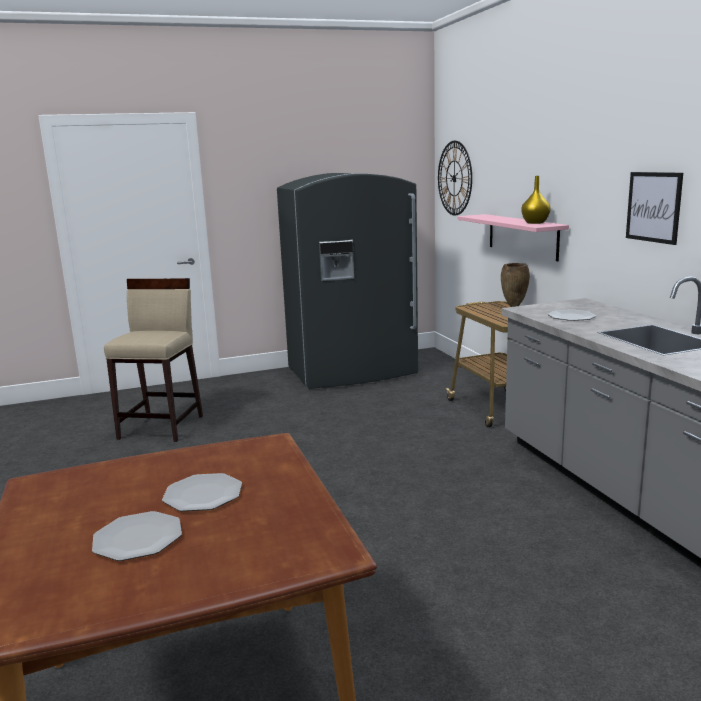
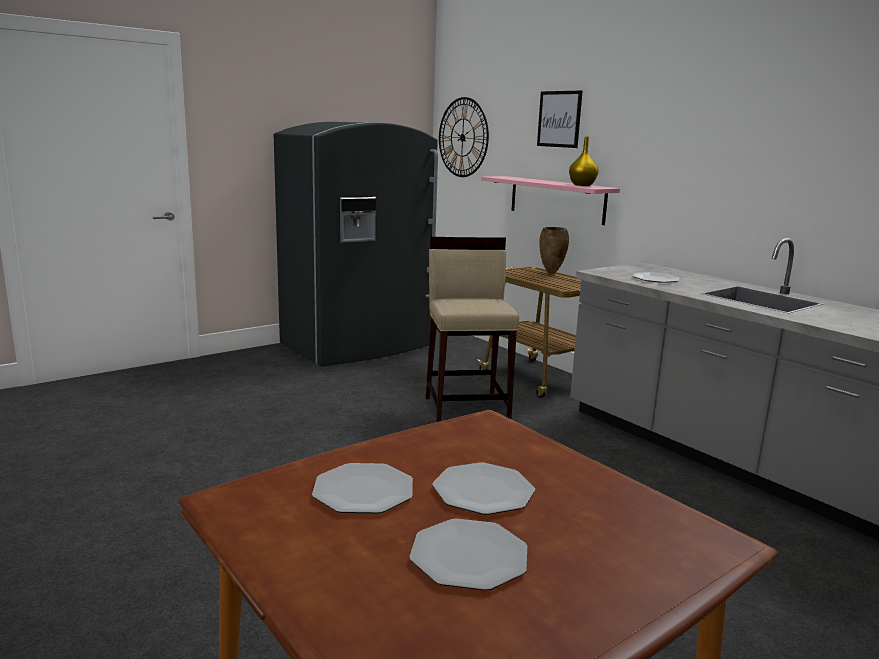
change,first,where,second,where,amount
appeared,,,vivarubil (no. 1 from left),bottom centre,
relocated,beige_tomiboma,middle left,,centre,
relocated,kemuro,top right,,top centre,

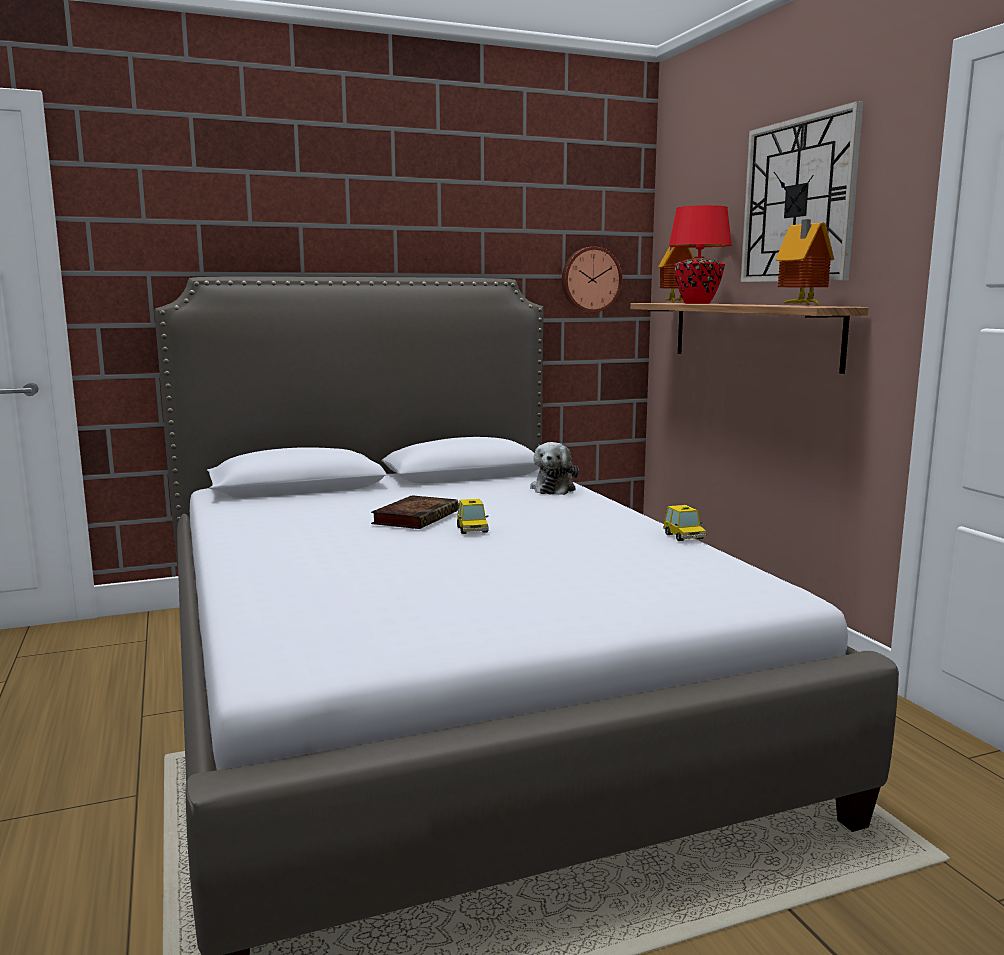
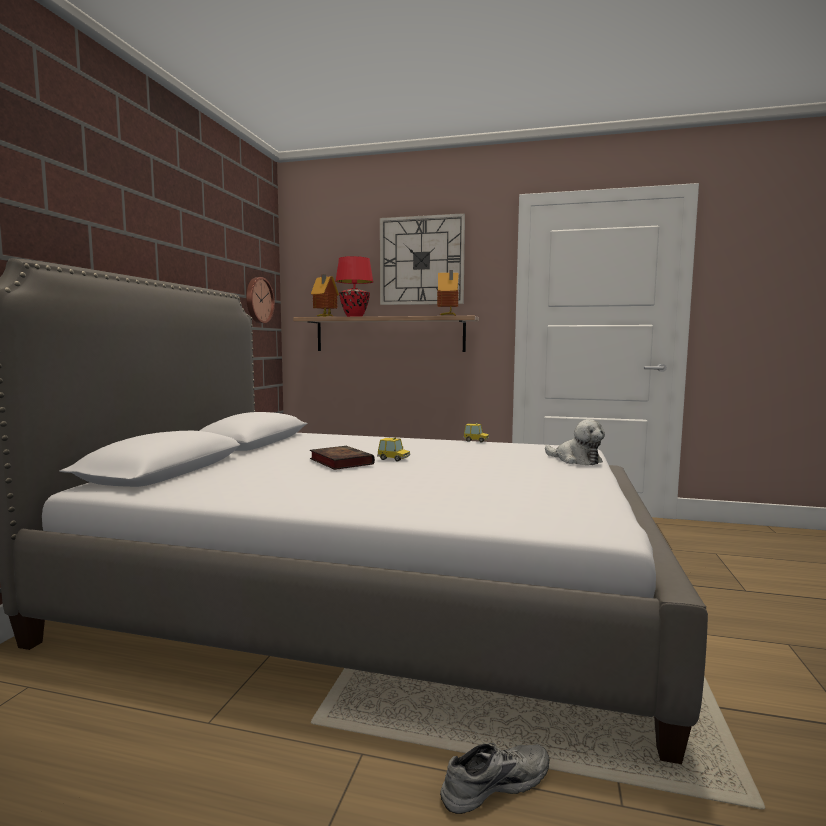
change,first,where,second,where,amount
appeared,,,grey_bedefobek,bottom centre,
relocated,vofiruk,centre,,middle right,

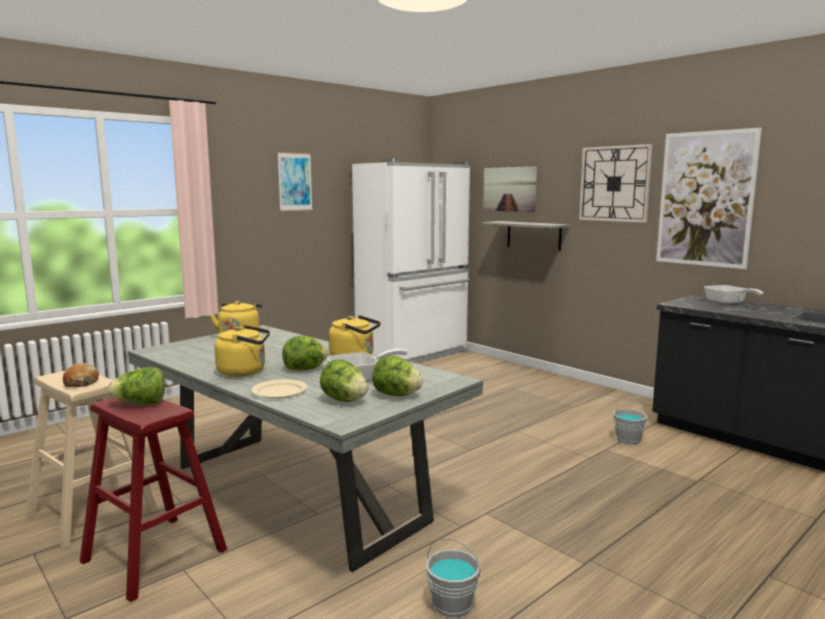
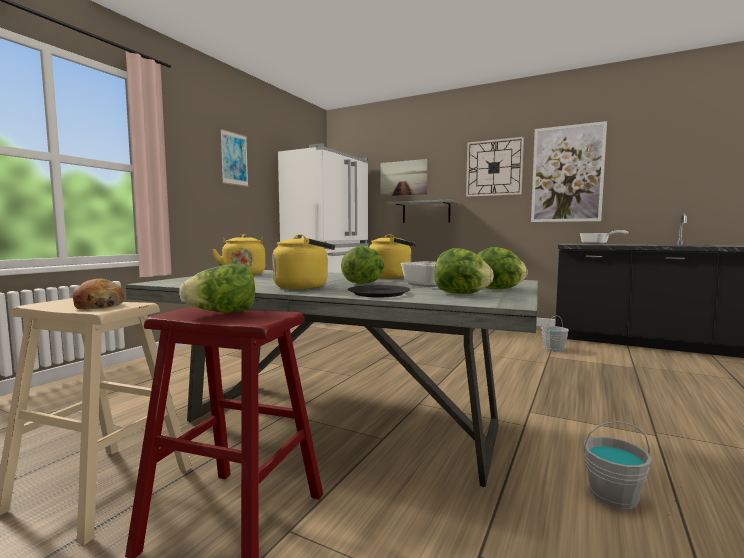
change,first,where,second,where,amount
colour,beige_vivarubil,centre,black_vivarubil,centre,

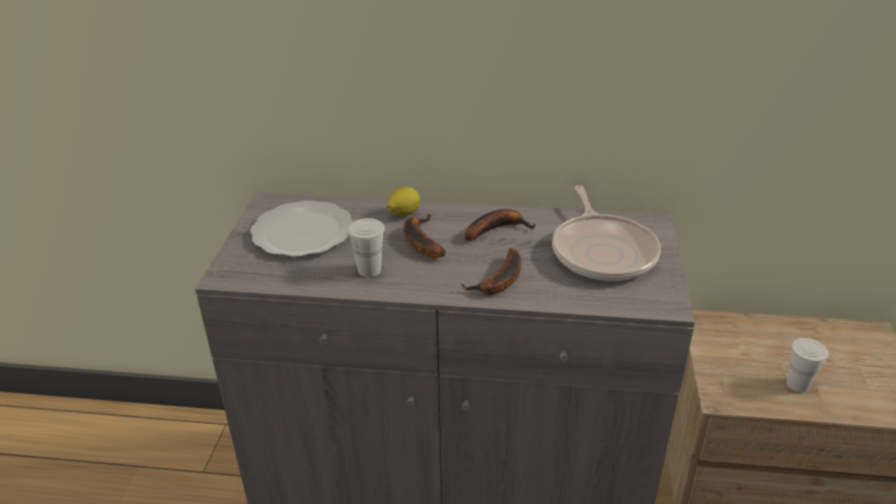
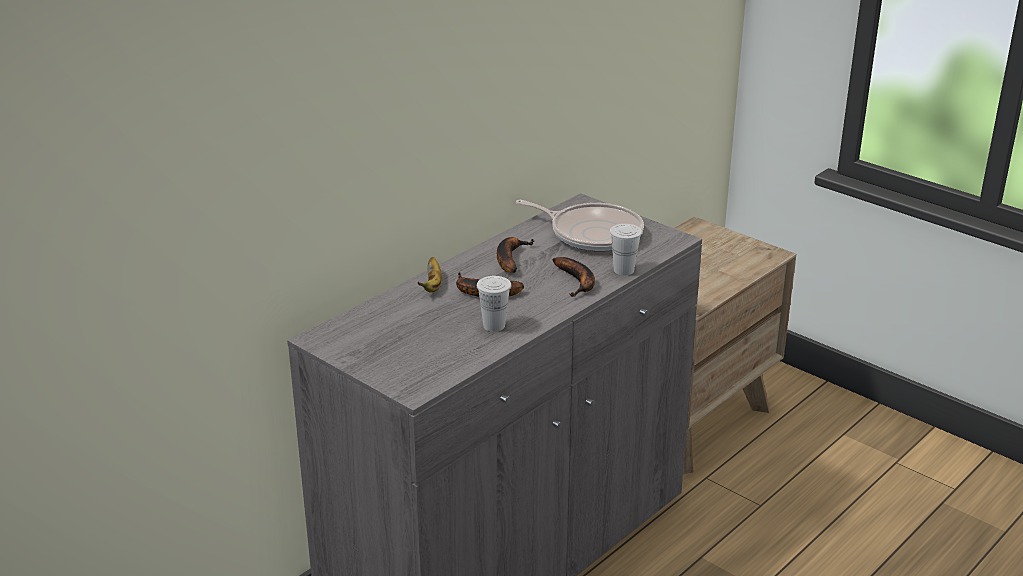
change,first,where,second,where,amount
exchanged,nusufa,centre,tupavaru (no. 1 from left),centre,
relocated,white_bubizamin (no. 2 from left),bottom right,,centre,
missing,vivarubil,centre,,,

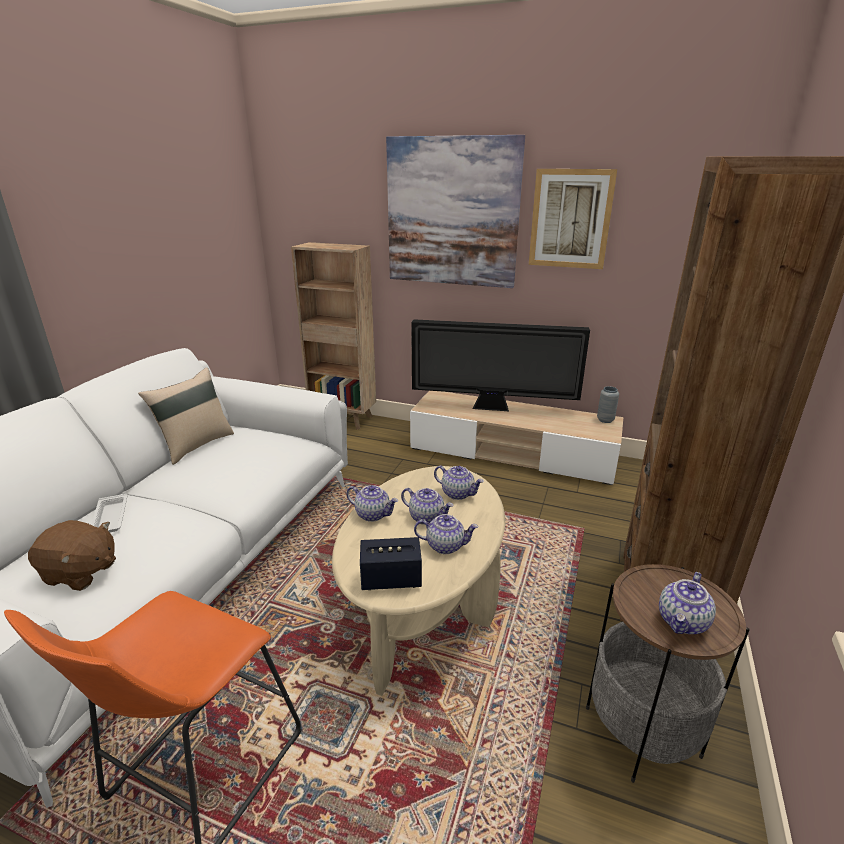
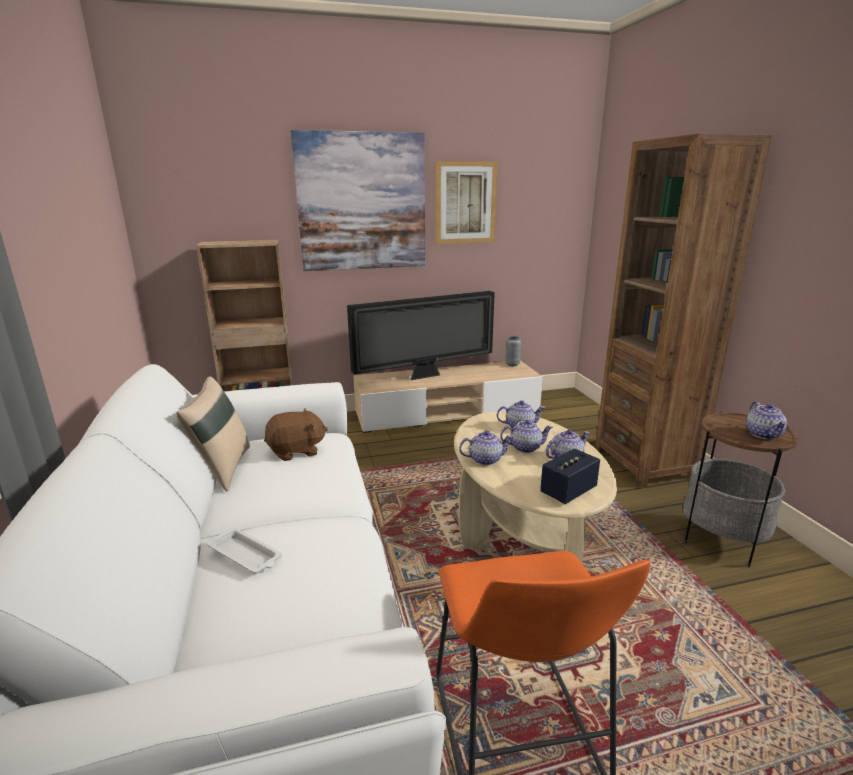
change,first,where,second,where,amount
relocated,brown_vofiruk,middle left,,centre,

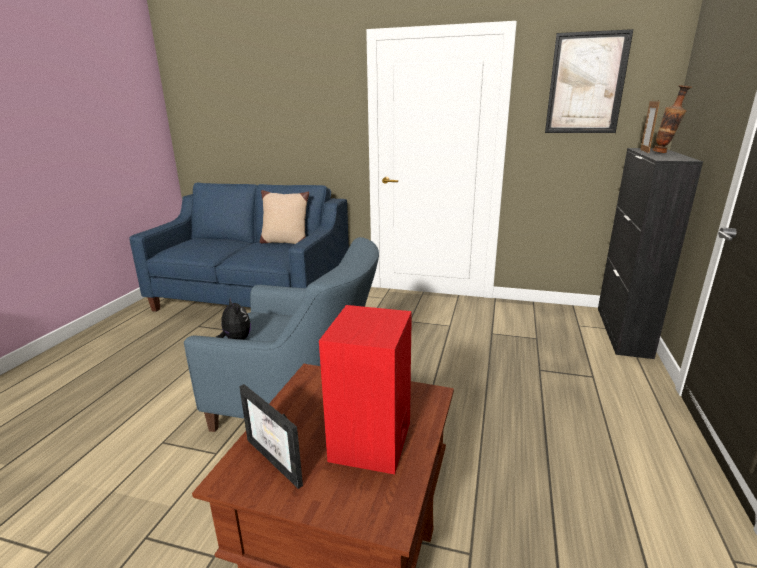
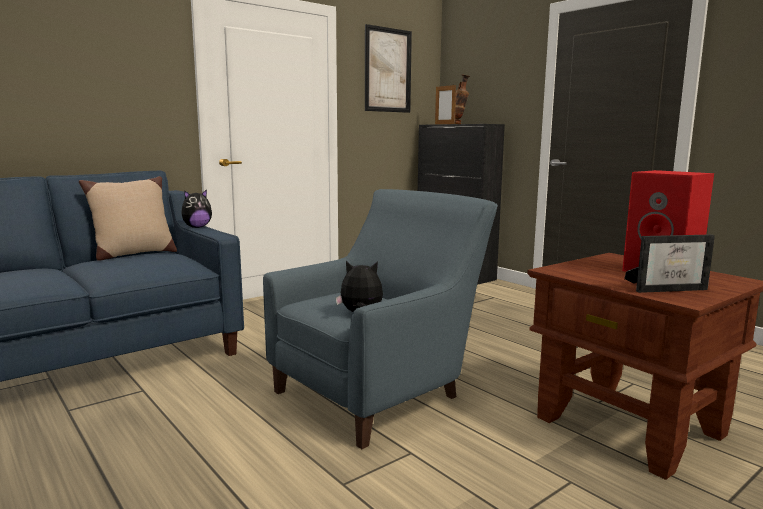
change,first,where,second,where,amount
appeared,,,vofiruk (no. 1 from left),middle left,

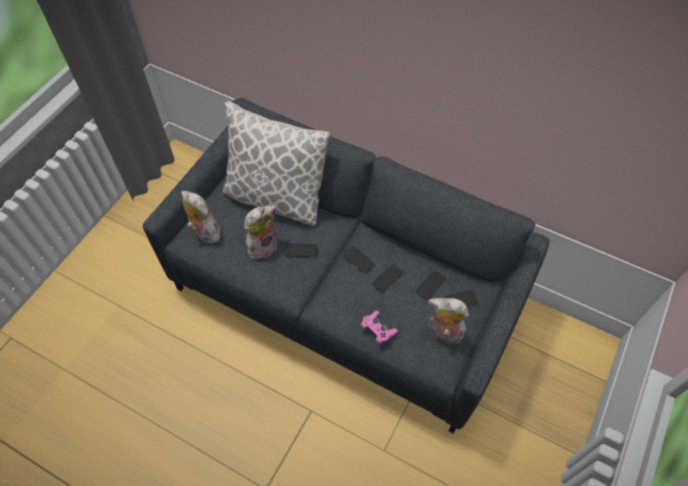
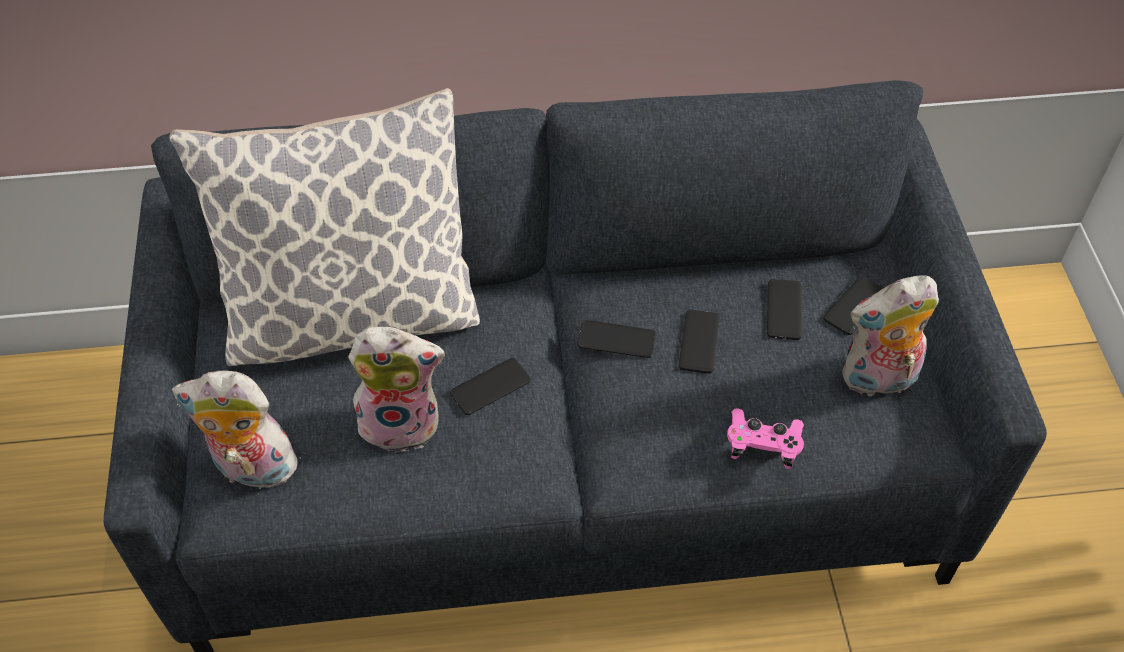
change,first,where,second,where,amount
spun,vofiruk (no. 2 from left),centre,,centre,75 degrees clockwise

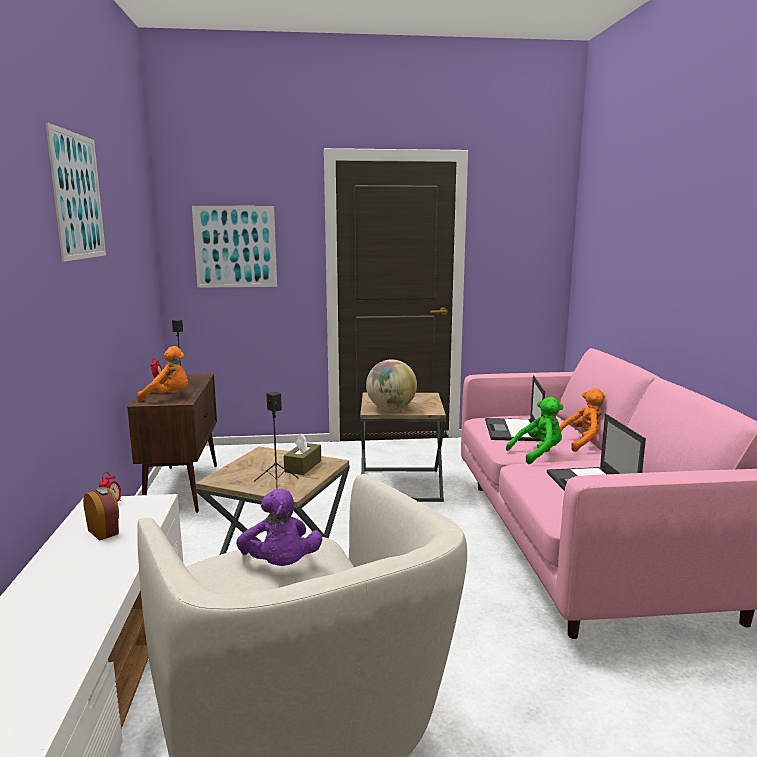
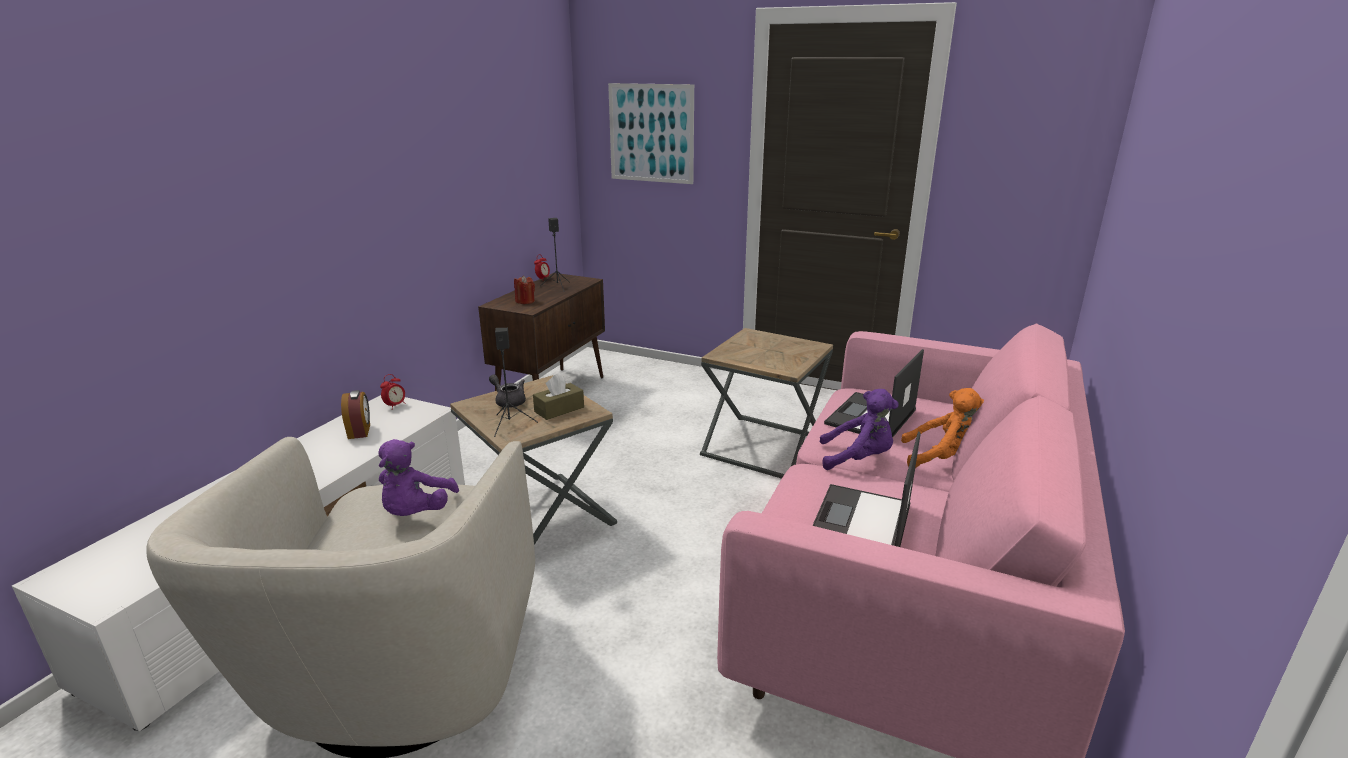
change,first,where,second,where,amount
appeared,,,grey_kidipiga,centre,
exchanged,orange_vofiruk (no. 1 from left),middle left,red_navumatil,centre,
colour,green_vofiruk,middle right,purple_vofiruk (no. 2 from left),centre,
missing,kemuro (no. 1 from left),top left,,,
missing,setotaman,centre,,,

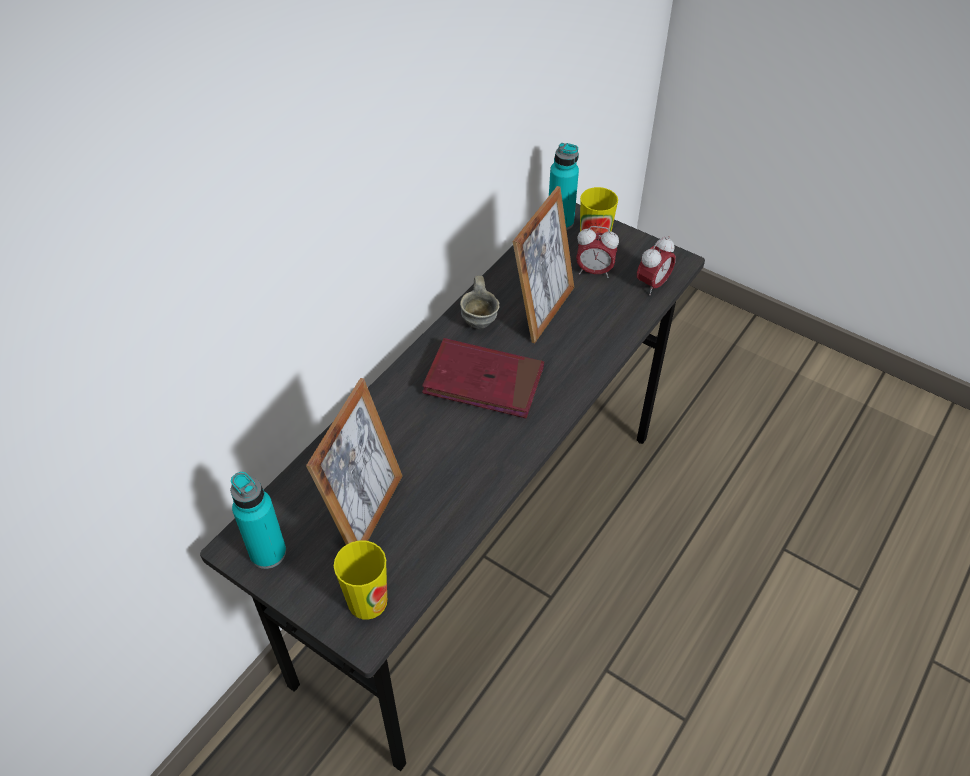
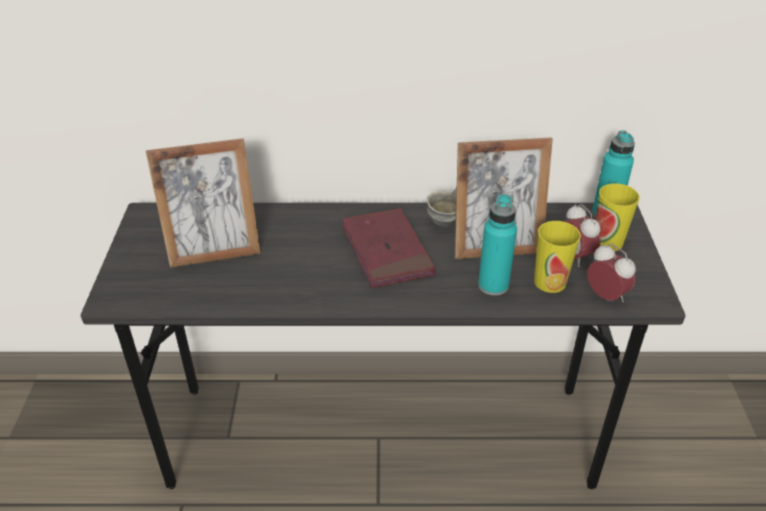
change,first,where,second,where,amount
relocated,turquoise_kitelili (no. 1 from left),bottom left,,centre,
relocated,bubizamin (no. 1 from left),bottom centre,,middle right,
spun,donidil (no. 2 from left),middle right,,middle right,135 degrees counterclockwise

